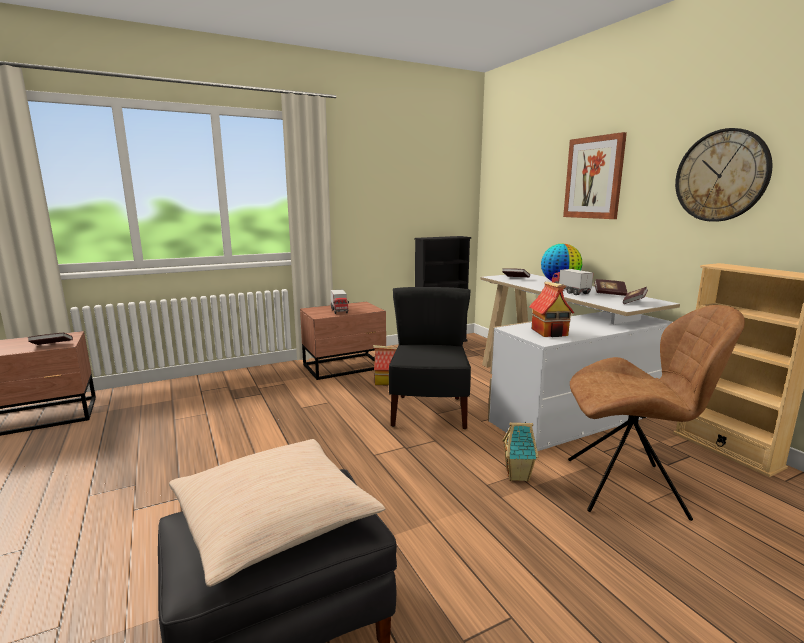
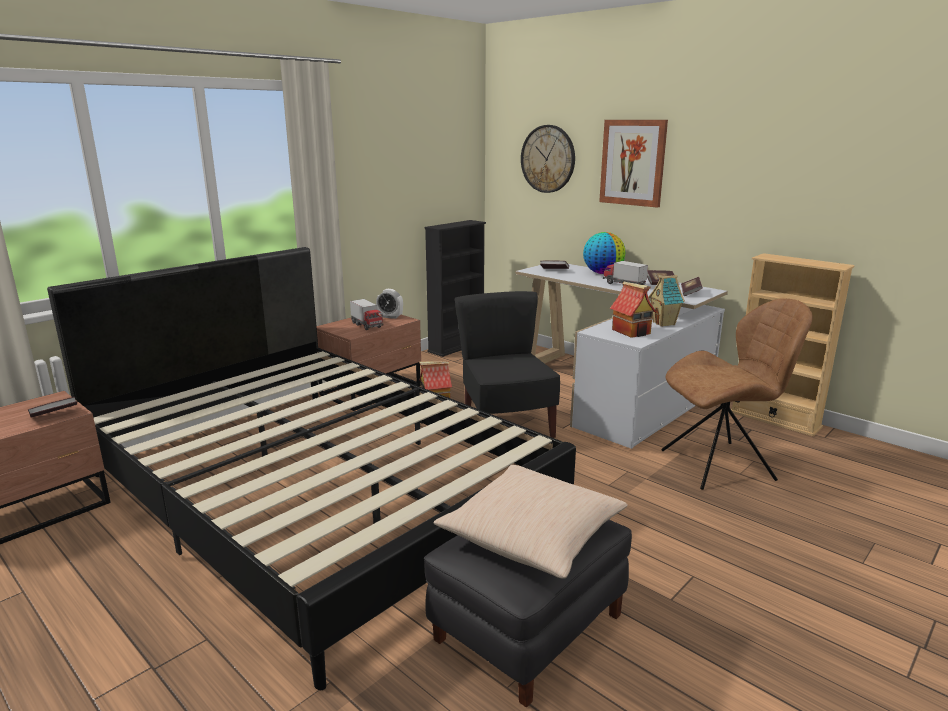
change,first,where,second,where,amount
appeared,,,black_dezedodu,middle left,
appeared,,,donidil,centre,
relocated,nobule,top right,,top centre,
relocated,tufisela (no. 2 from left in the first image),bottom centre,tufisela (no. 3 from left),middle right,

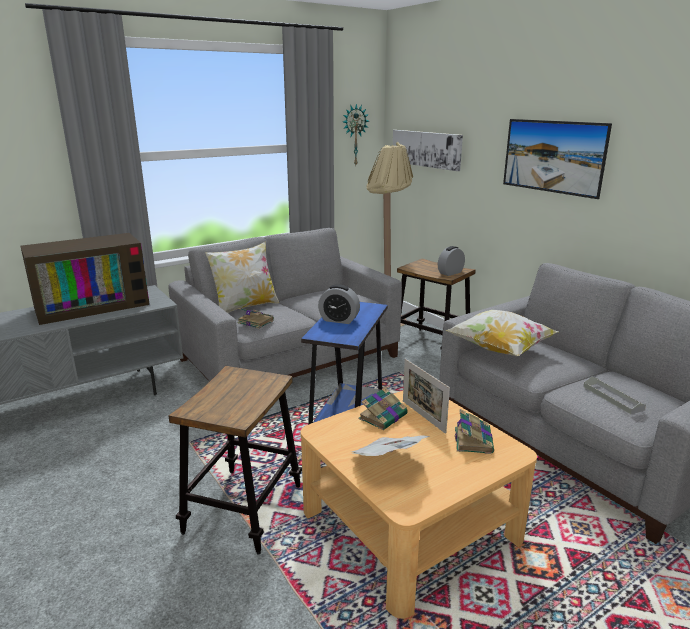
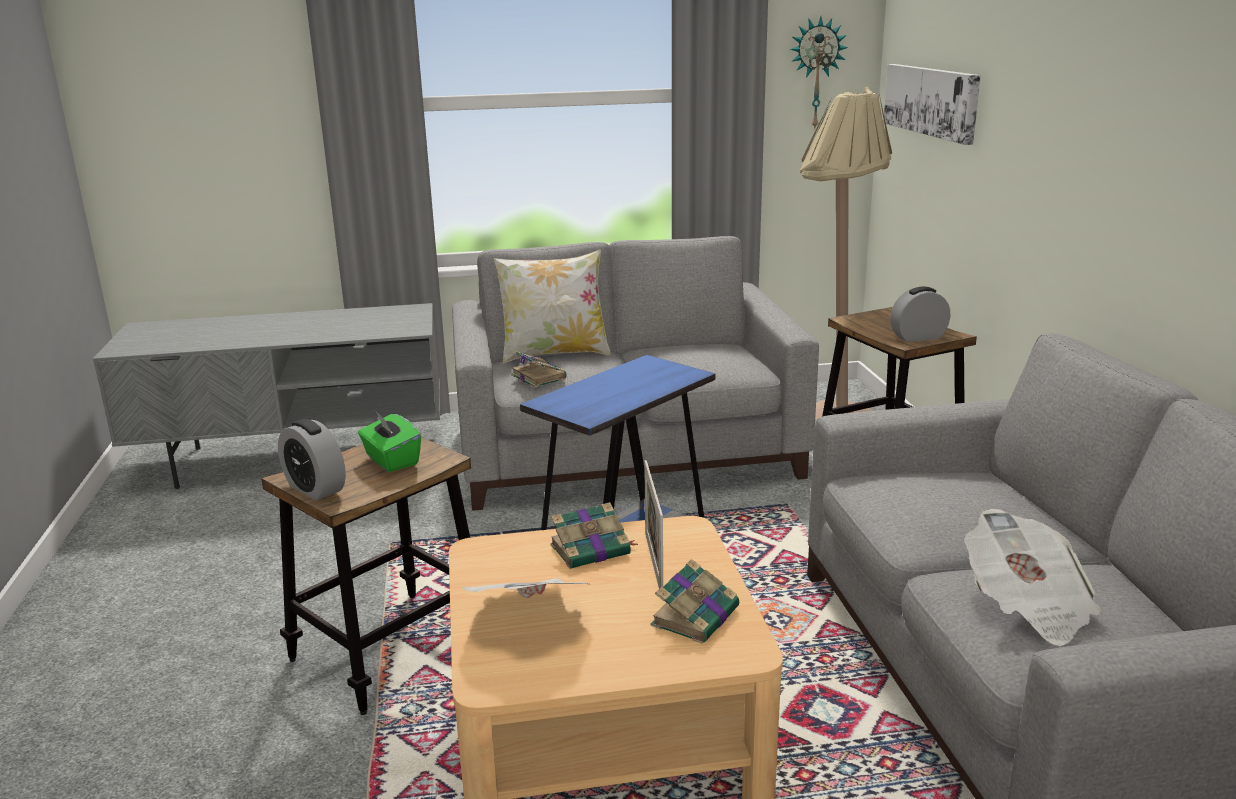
change,first,where,second,where,amount
relocated,donidil (no. 1 from left),centre,,middle left,
appeared,,,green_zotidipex,middle left,
exchanged,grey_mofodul,middle right,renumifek (no. 2 from left),bottom right,
missing,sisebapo,middle left,,,
missing,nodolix (no. 2 from left),middle right,,,
missing,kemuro (no. 2 from left),top right,,,

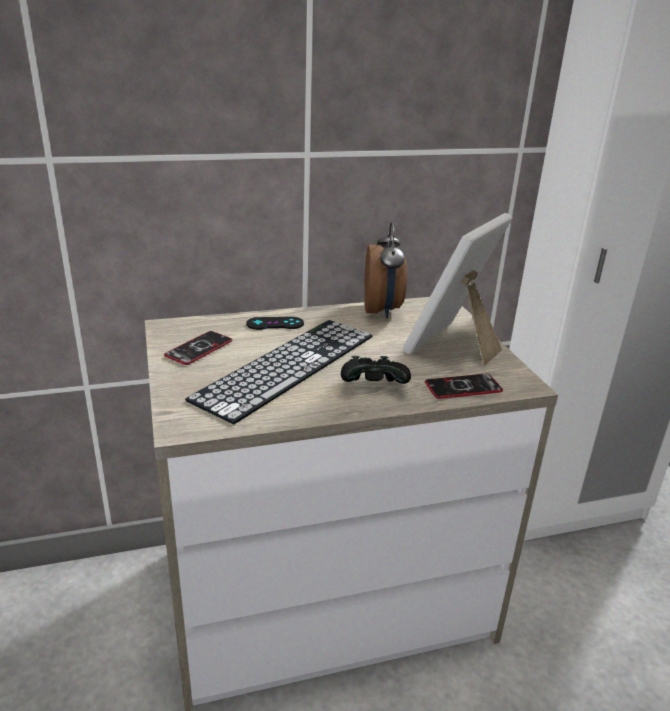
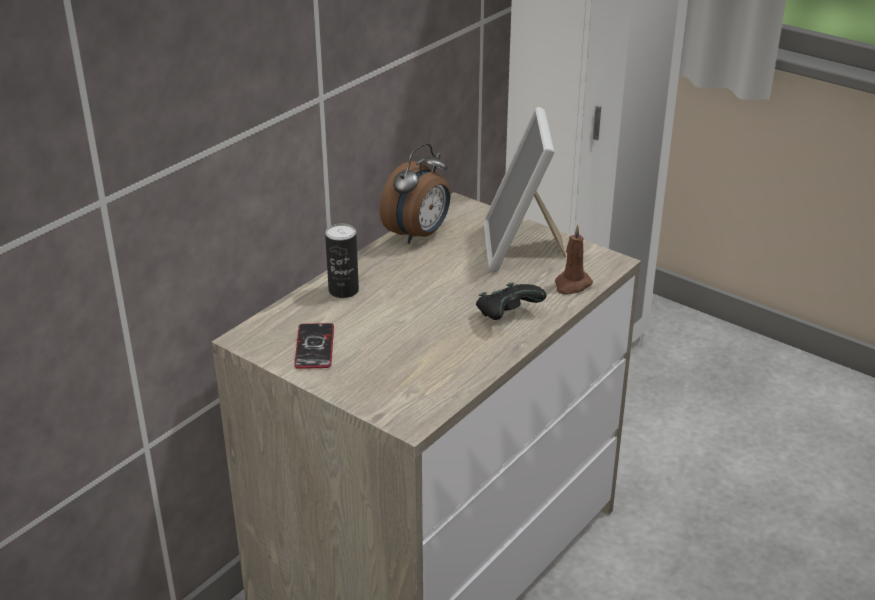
change,first,where,second,where,amount
exchanged,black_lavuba (no. 1 from left),centre,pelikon,centre,
spun,donidil,centre,,top centre,75 degrees clockwise
exchanged,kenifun (no. 2 from left),middle right,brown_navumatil,centre,
missing,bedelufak,centre,,,

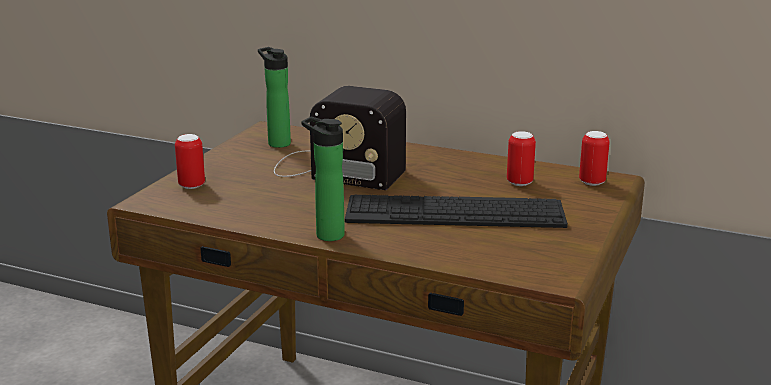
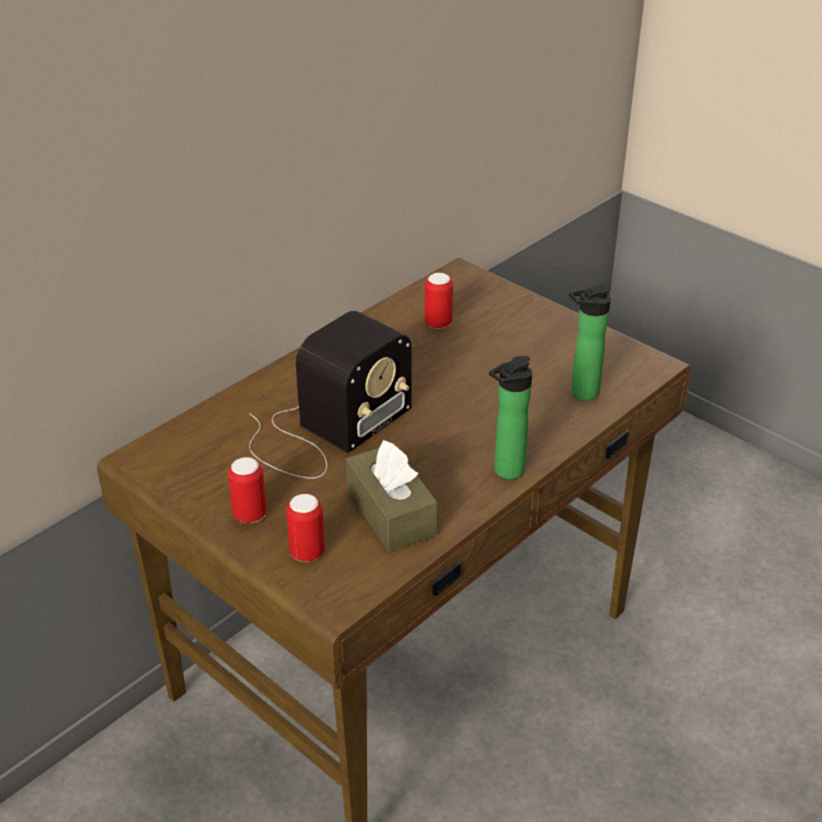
change,first,where,second,where,amount
relocated,pelikon (no. 3 from left in the first image),middle right,pelikon (no. 1 from left),middle left,
appeared,,,brown_zotidipex,centre,
relocated,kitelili (no. 1 from left in the first image),top centre,kitelili (no. 2 from left),middle right,
missing,bedelufak,centre,,,

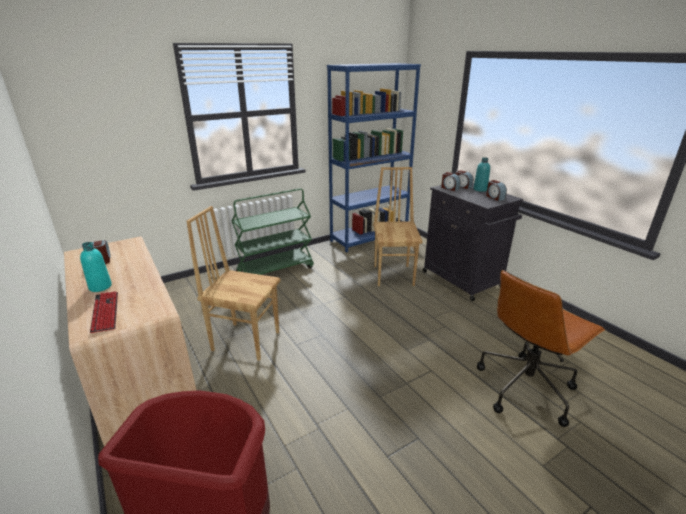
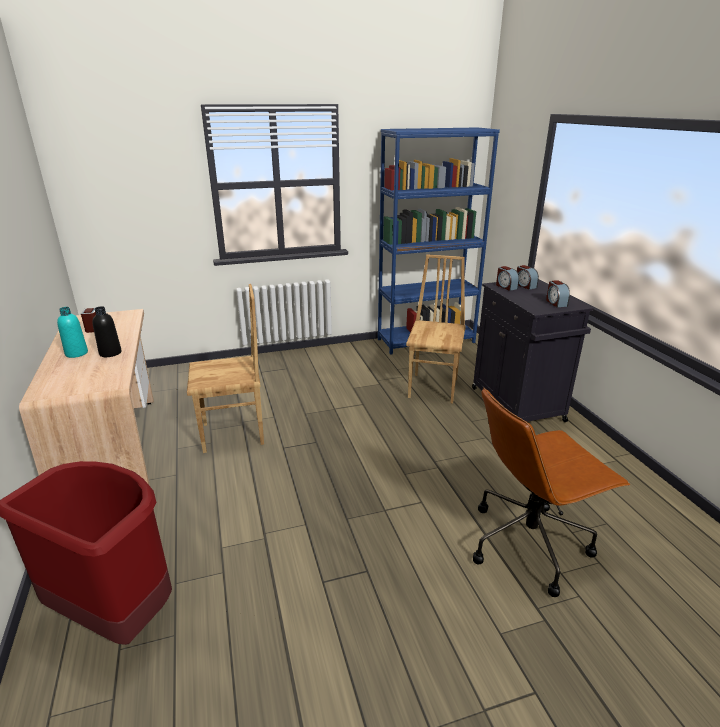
change,first,where,second,where,amount
appeared,,,black_kitelili,middle left,
spun,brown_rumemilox (no. 1 from left),centre,,middle left,135 degrees clockwise
missing,bedelufak,middle left,,,
missing,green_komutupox,centre,,,
missing,turquoise_kitelili (no. 2 from left),middle right,,,

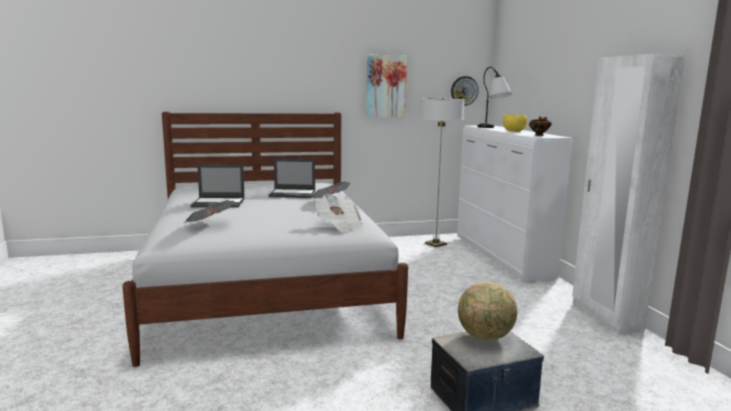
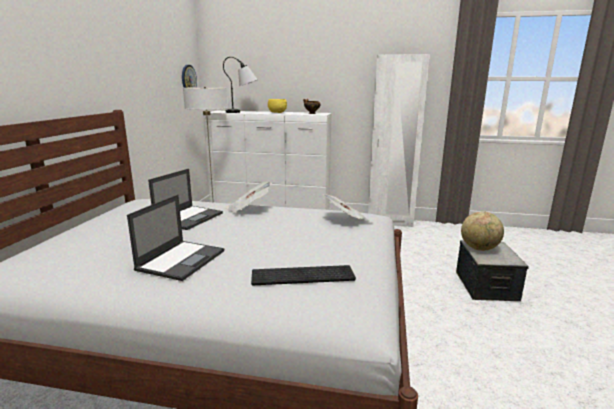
change,first,where,second,where,amount
exchanged,renumifek (no. 1 from left),middle left,bedelufak,bottom centre,
missing,kemuro,top centre,,,

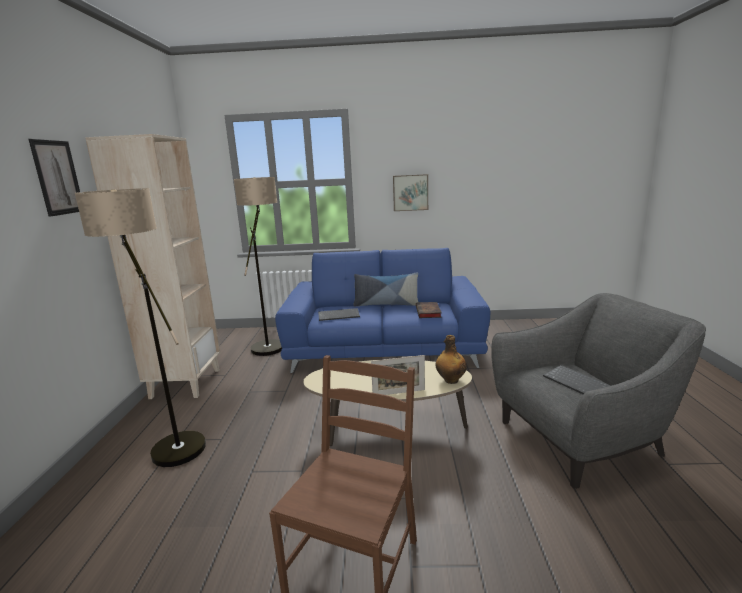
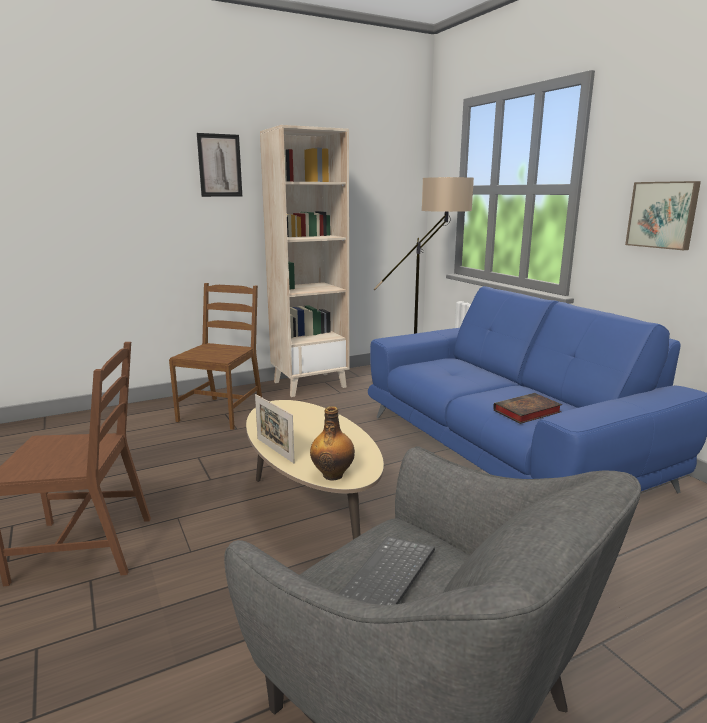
change,first,where,second,where,amount
exchanged,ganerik (no. 1 from left),middle left,brown_rumemilox (no. 2 from left),middle left,
missing,bedelufak (no. 1 from left),centre,,,
missing,nodolix,centre,,,

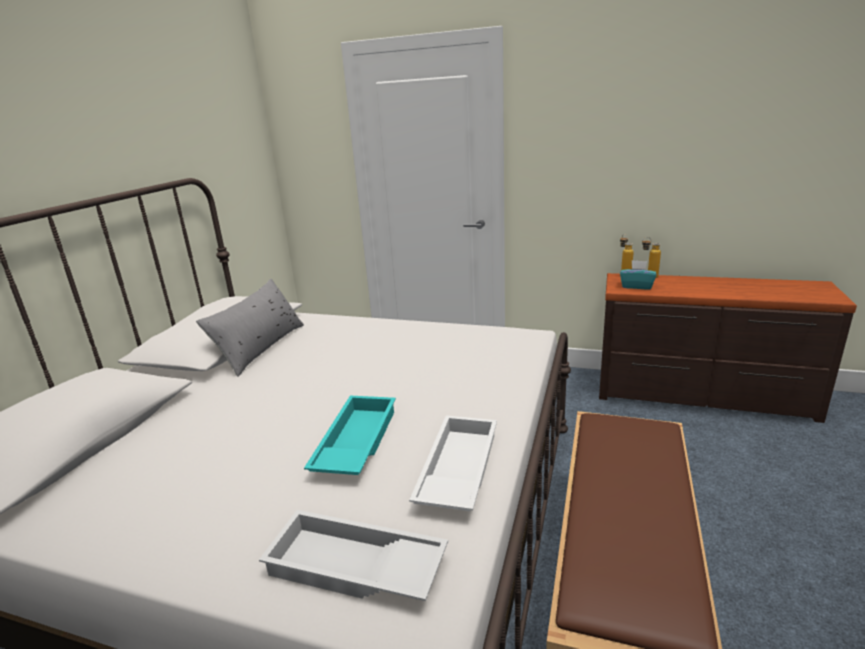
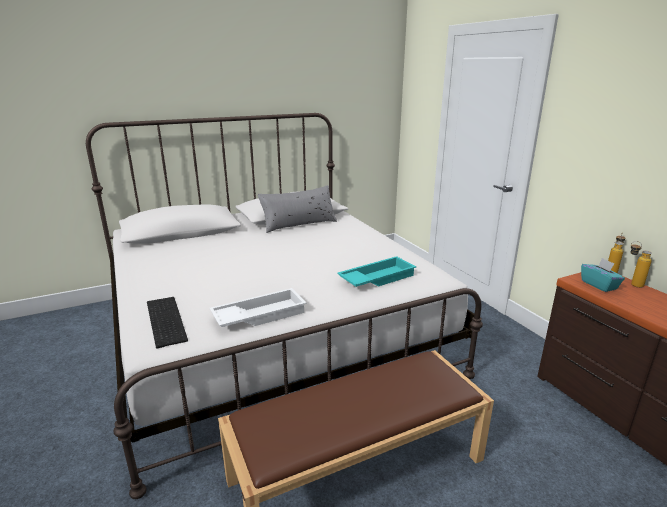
change,first,where,second,where,amount
exchanged,white_mofodul (no. 1 from left),bottom centre,bedelufak,middle left,
relocated,turquoise_mofodul,bottom centre,,centre,

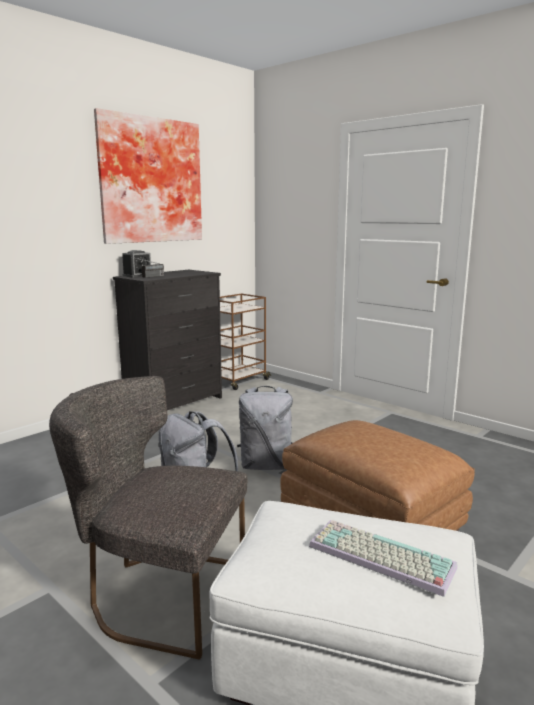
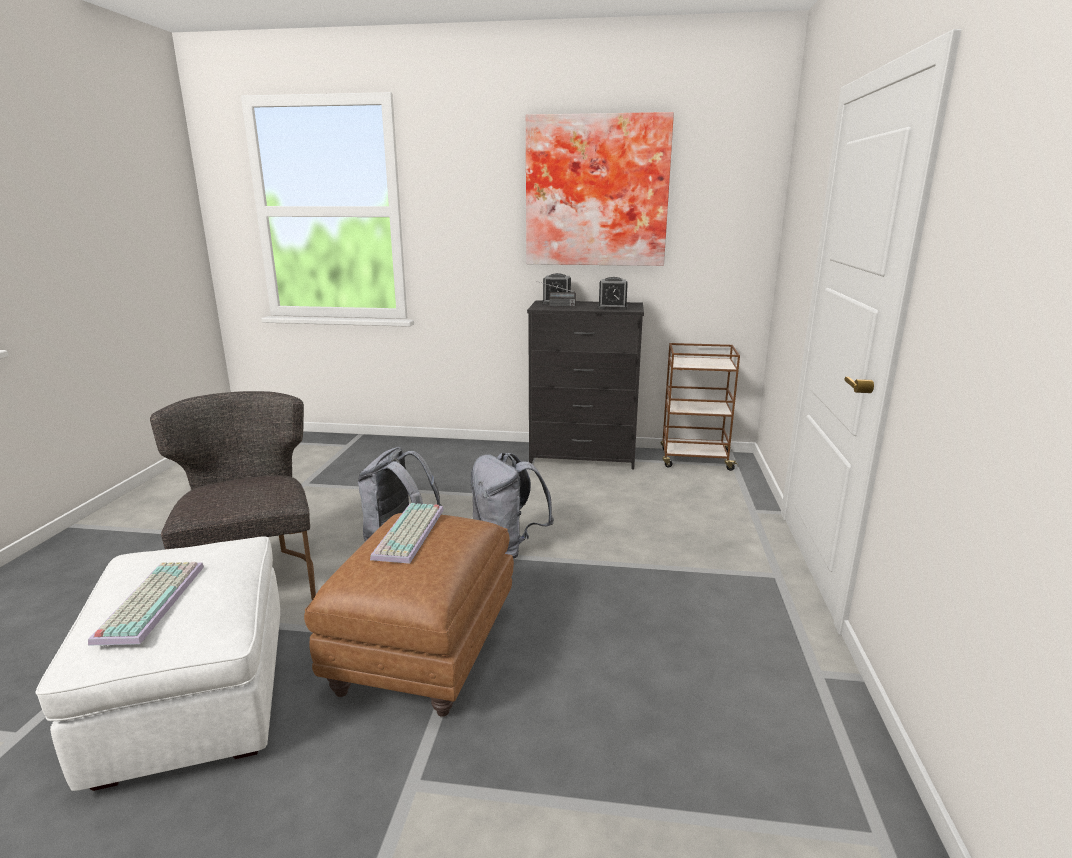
change,first,where,second,where,amount
appeared,,,bedelufak (no. 2 from left),centre,
appeared,,,donidil (no. 2 from left),centre,

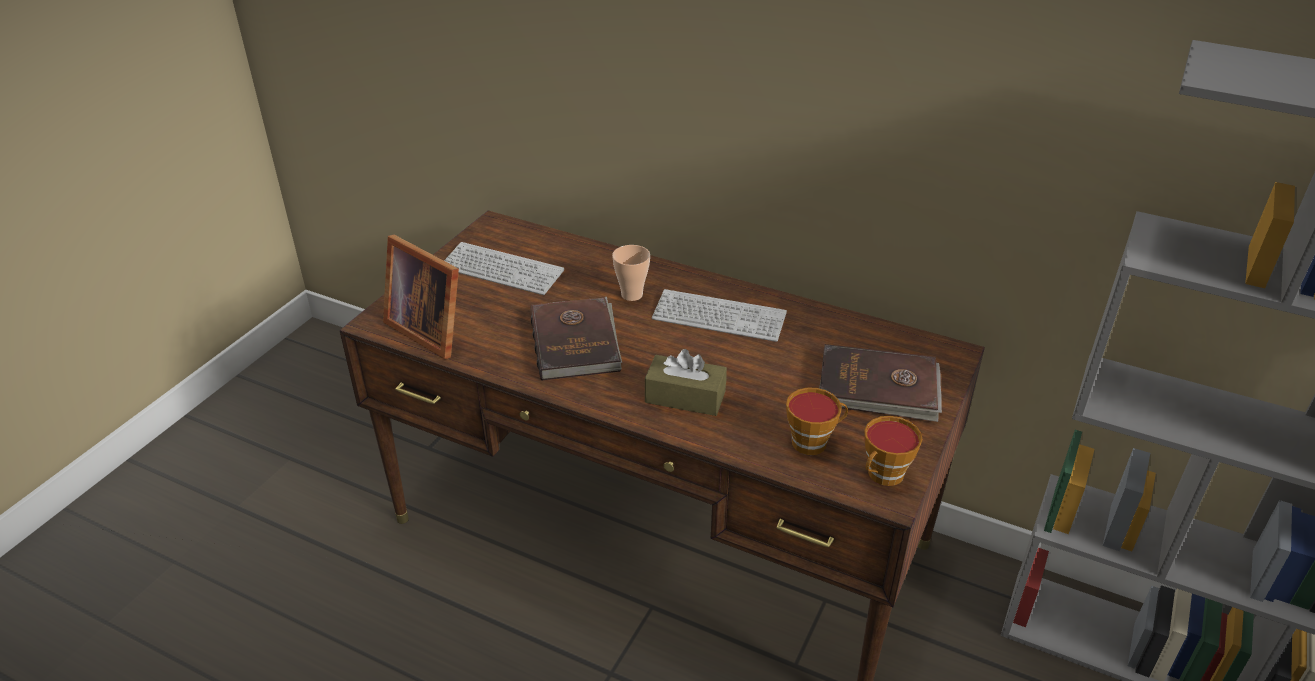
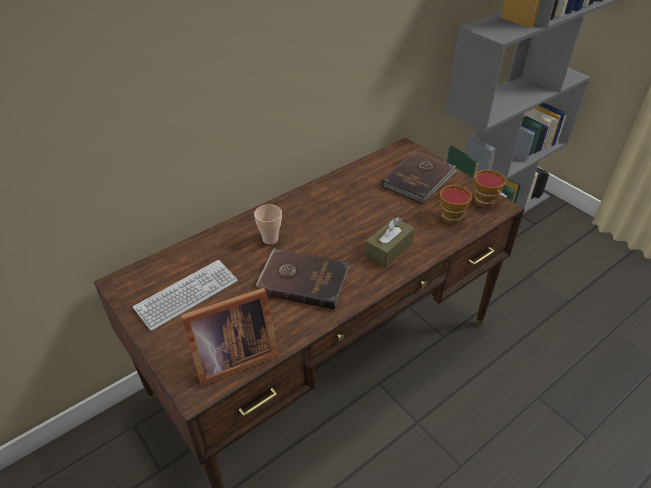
change,first,where,second,where,amount
missing,bedelufak (no. 2 from left),centre,,,

